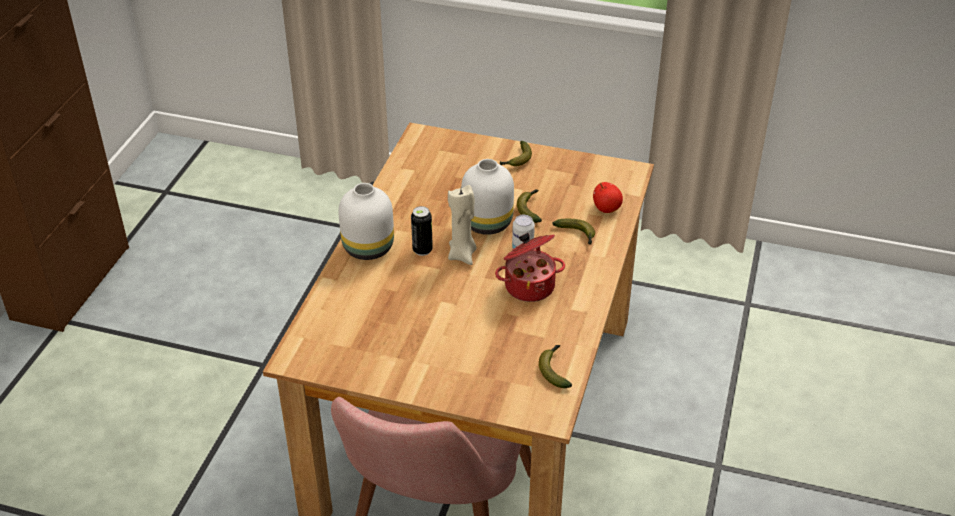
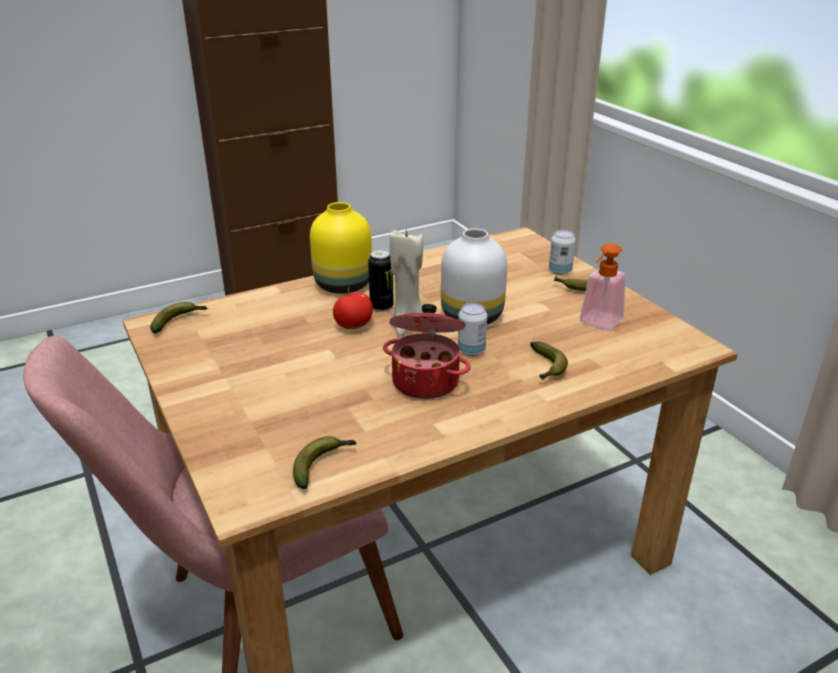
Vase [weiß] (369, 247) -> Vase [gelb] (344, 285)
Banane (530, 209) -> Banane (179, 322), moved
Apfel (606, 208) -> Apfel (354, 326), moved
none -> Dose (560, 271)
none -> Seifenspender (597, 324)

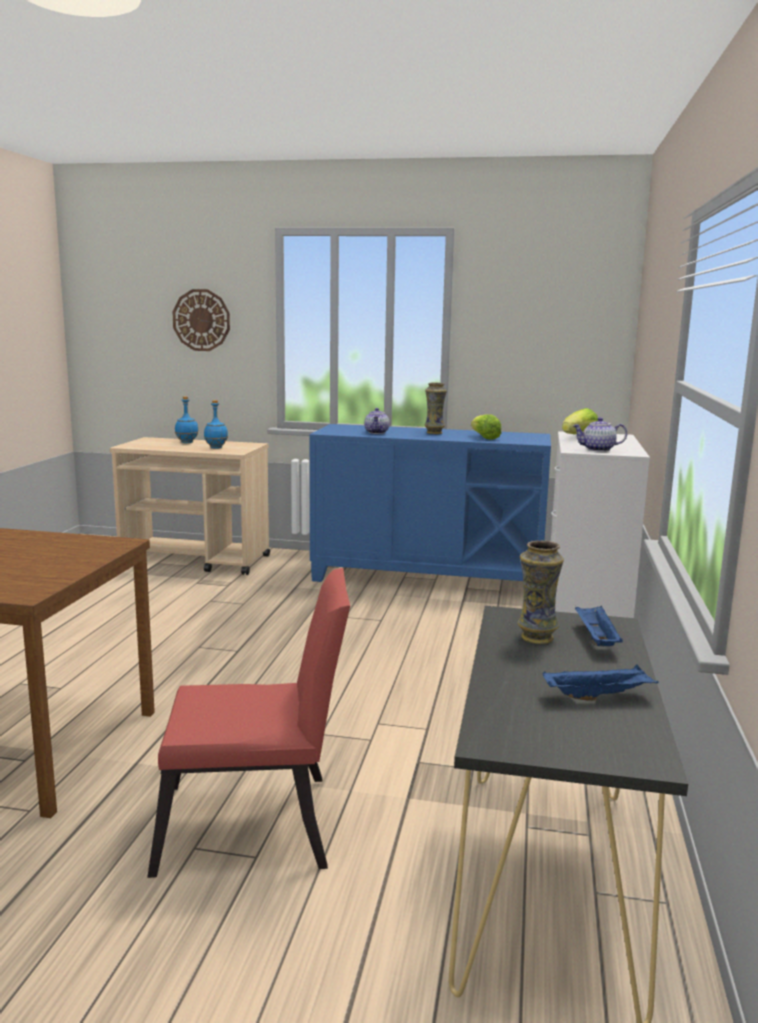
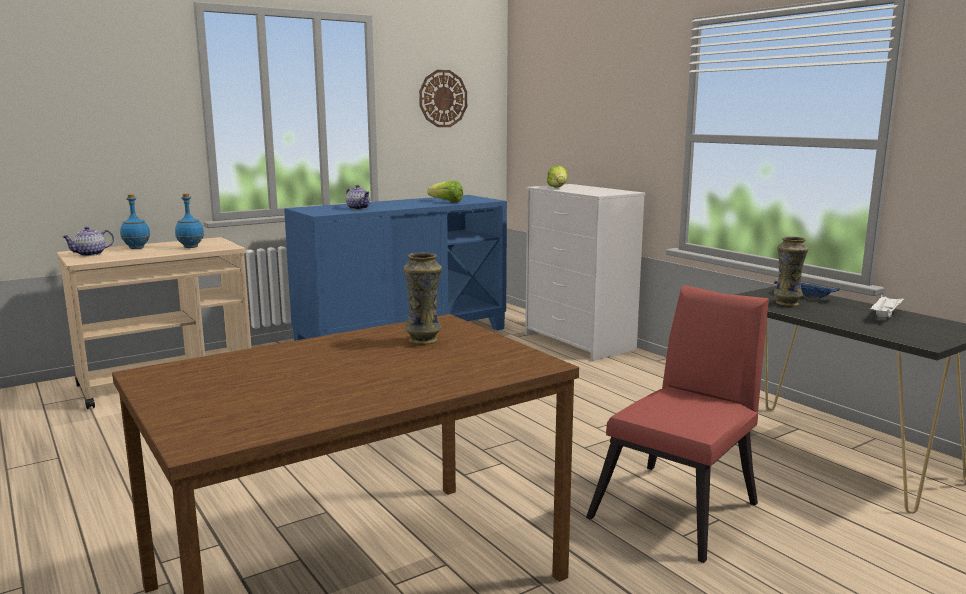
Wanduhr (201, 320) -> Wanduhr (443, 98), moved
Vase (434, 433) -> Vase (424, 340), moved
Tablett [blau] (598, 696) -> Tablett [weiß] (885, 315)
Teekanne (598, 450) -> Teekanne (90, 254), moved

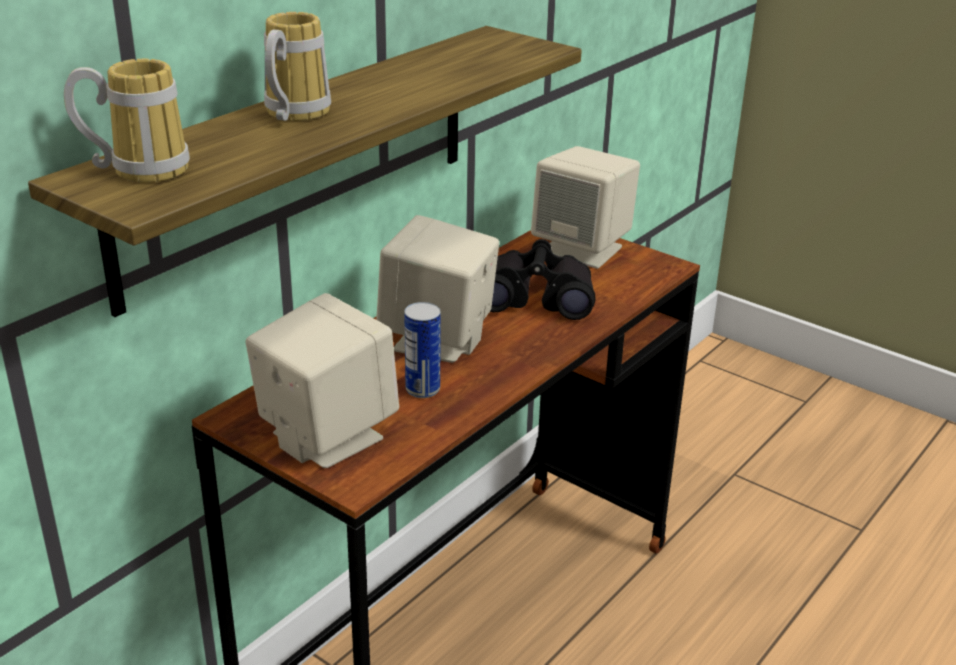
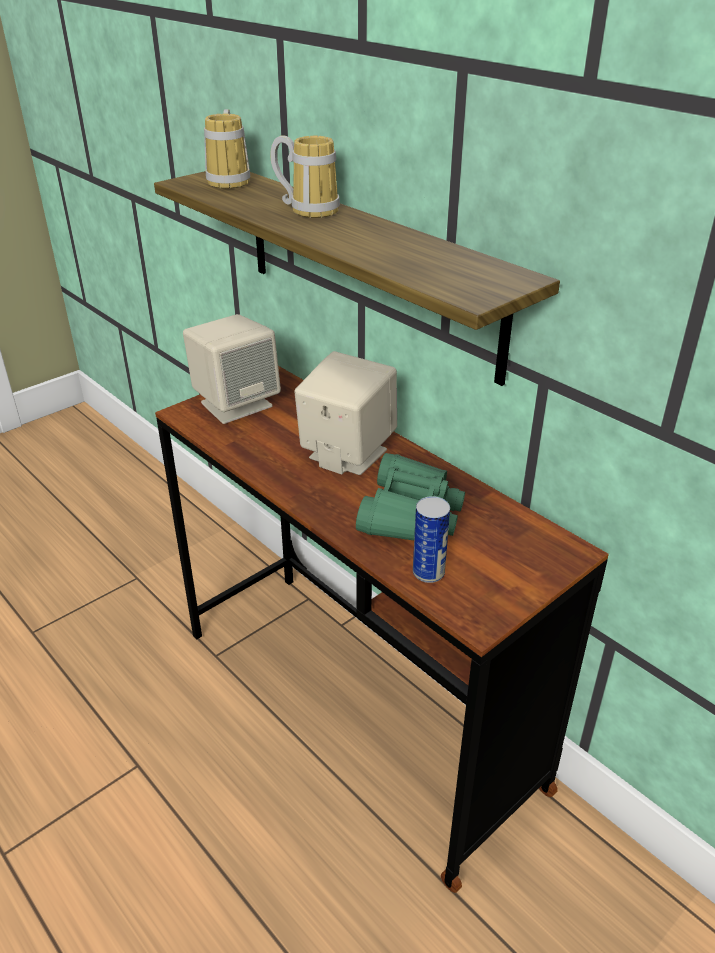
Dose (422, 389) -> Dose (428, 573), moved
Fernglas [schwarz] (537, 298) -> Fernglas [grün] (410, 513)
Lautsprecher [beige] (583, 249) -> none

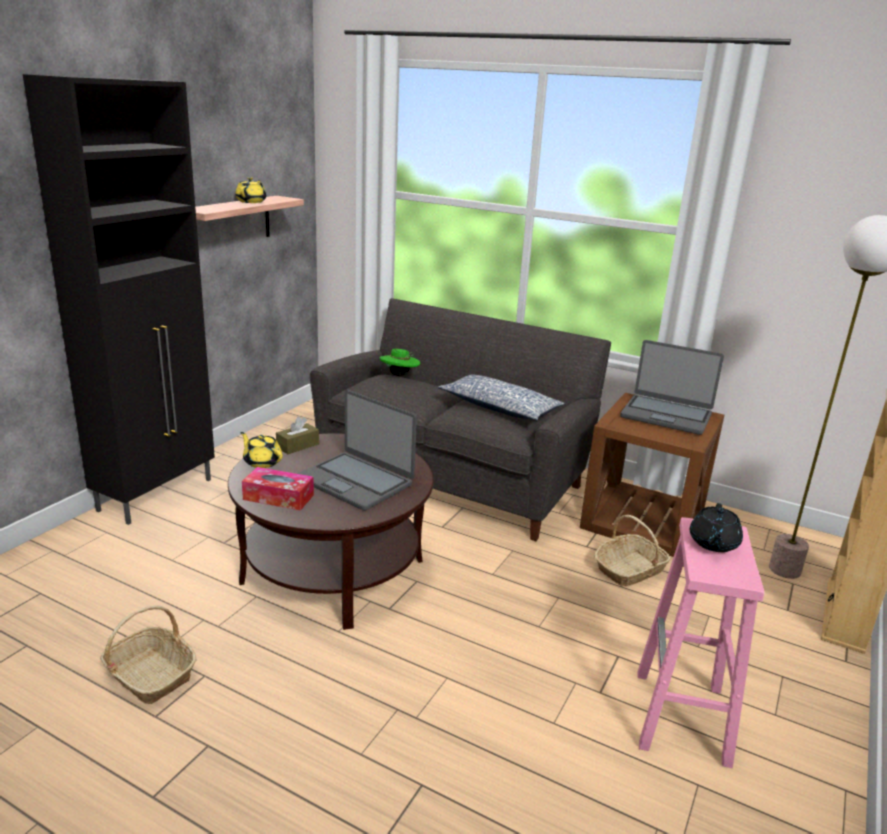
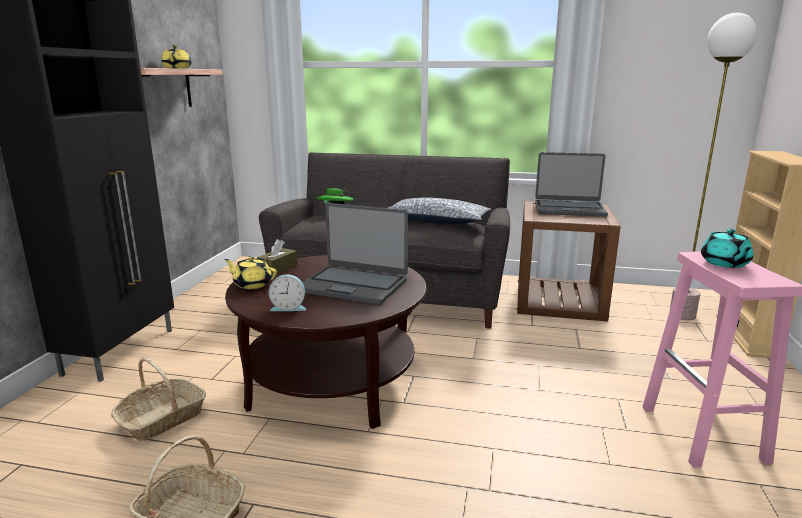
Taschentuchbox (278, 497) -> Wecker (289, 307)
Korb (629, 570) -> Korb (162, 419), moved
Teekanne [schwarz] (713, 543) -> Teekanne [türkis] (725, 263)

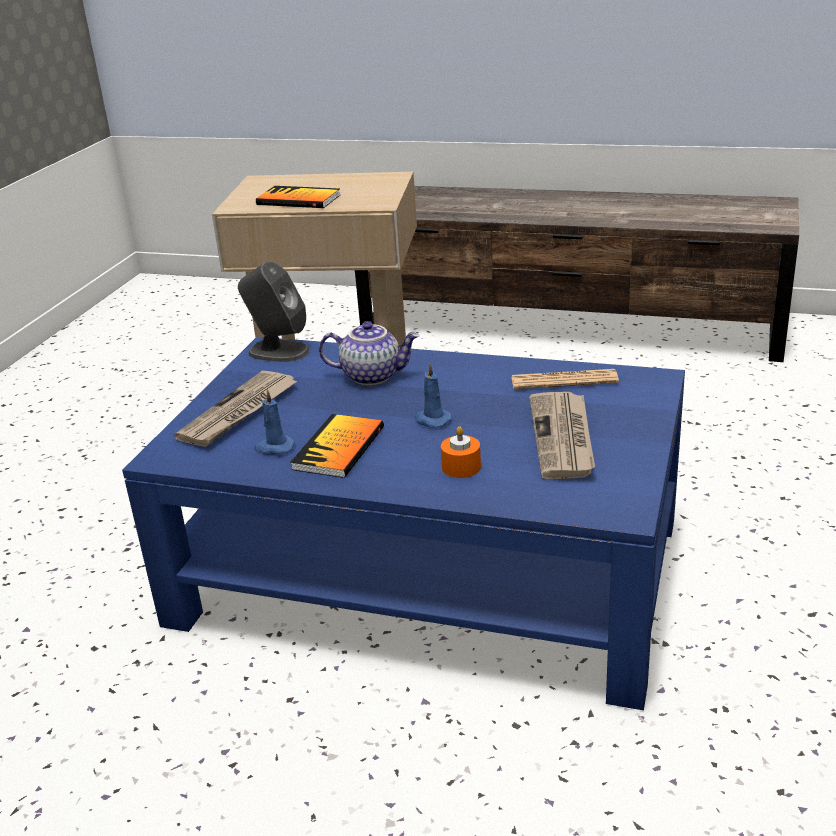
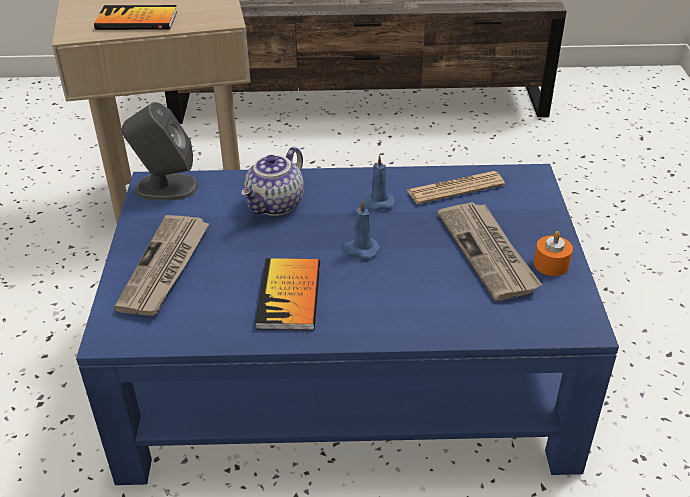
Kerze [blau] (274, 448) -> Kerze [blau] (377, 203), moved
Teekanne (372, 375) -> Teekanne (276, 205), 135 degrees clockwise
Kerze [orange] (461, 467) -> Kerze [orange] (551, 264), moved

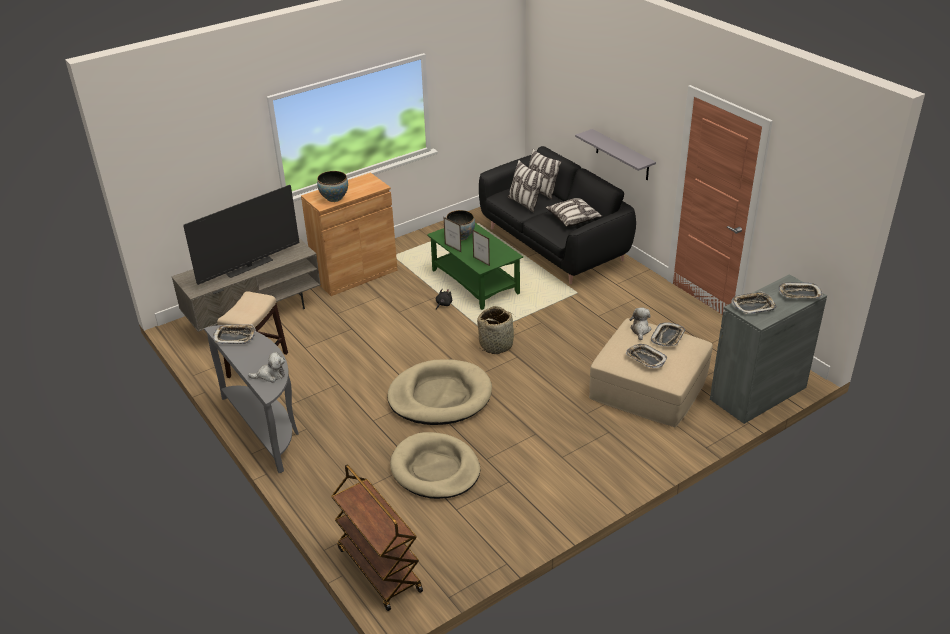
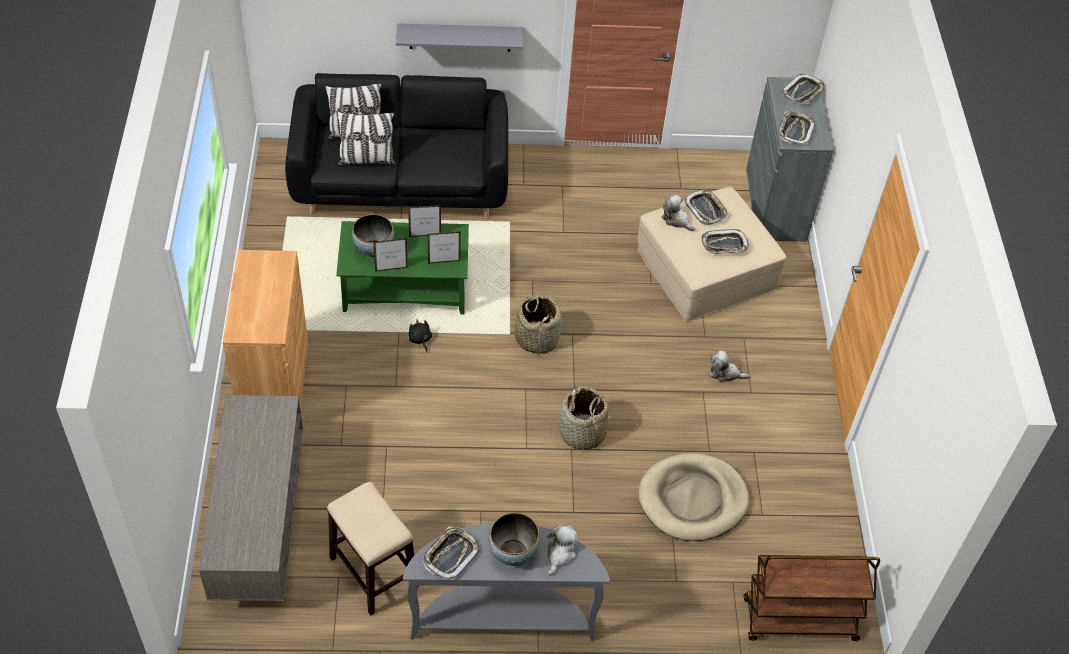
Fernseher (250, 267) -> none
Schüssel (334, 198) -> Schüssel (513, 553), moved
Hundebett [beige] (440, 396) -> Korb (582, 433)
Kissen (573, 218) -> none
none -> Bilderrahmen (425, 236)
none -> Plüschtier (725, 373)

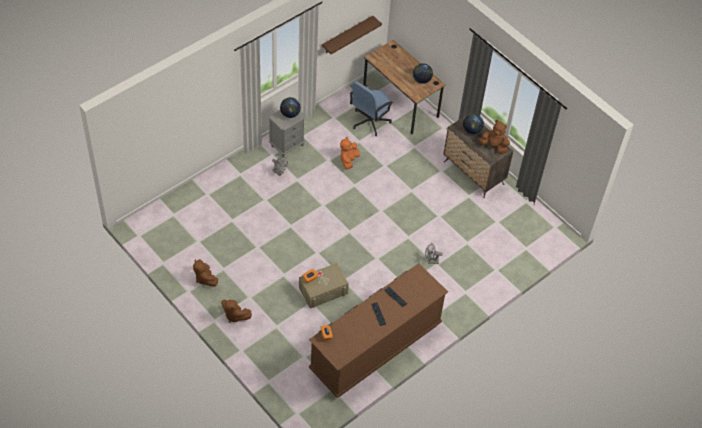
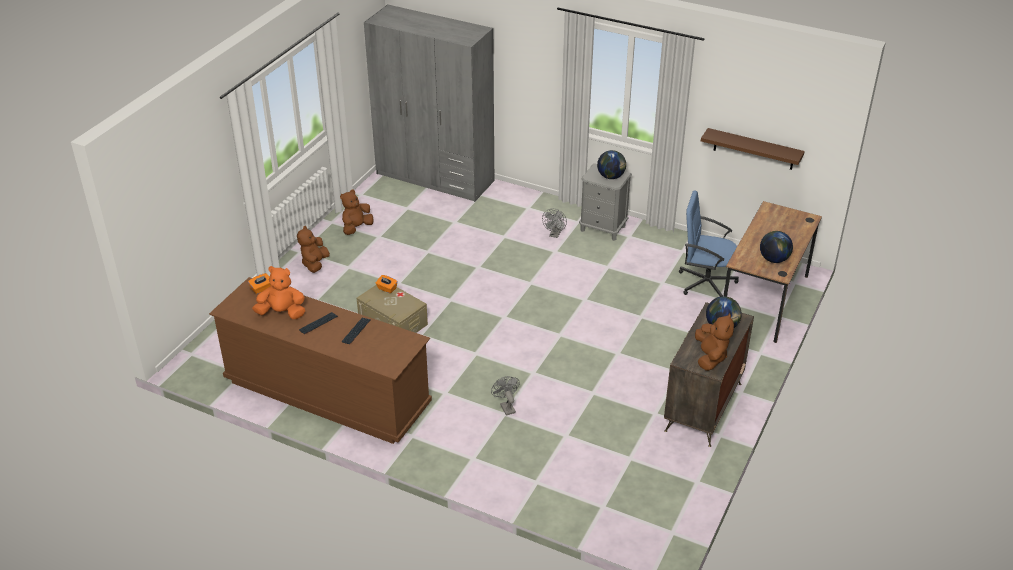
Plüschtier [orange] (348, 160) -> Plüschtier [orange] (282, 313), moved
none -> Kleiderschrank [grau] (435, 177)

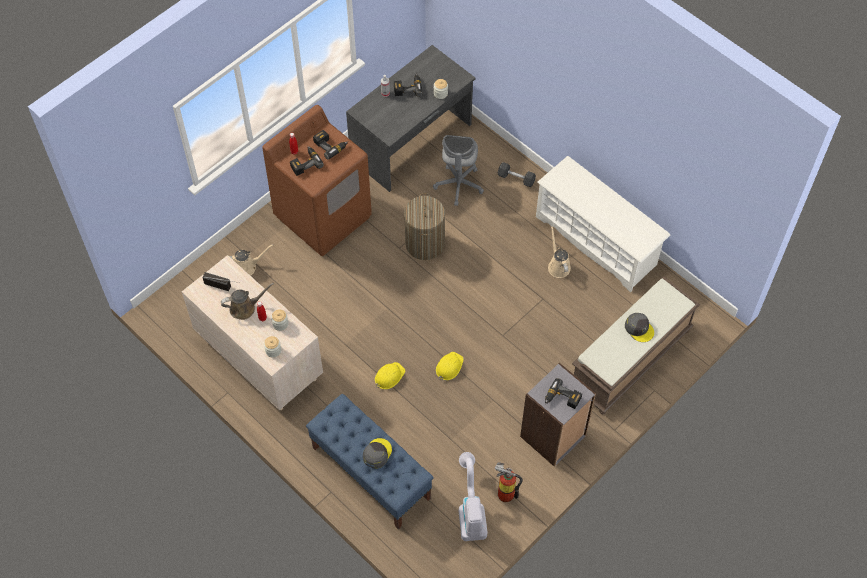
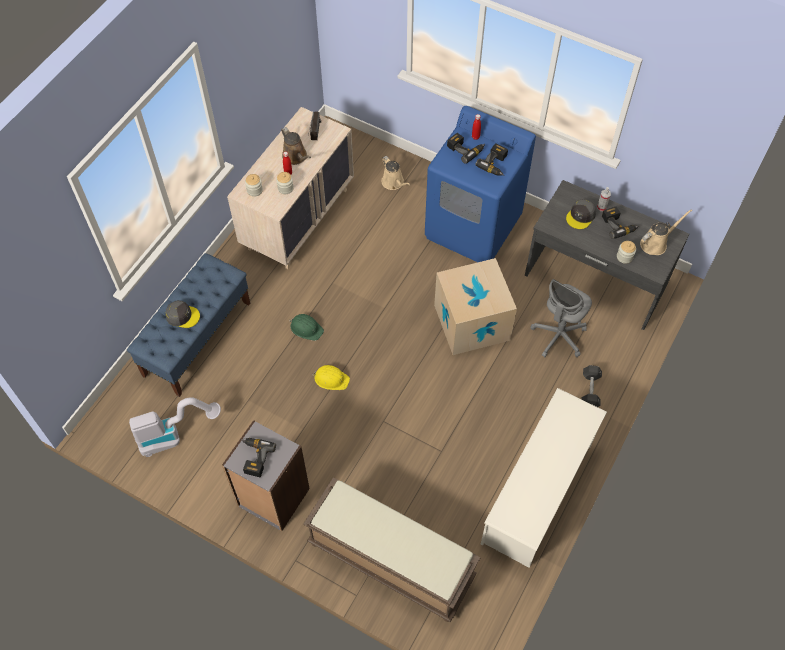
Waschmaschine [braun] (323, 216) -> Waschmaschine [blau] (473, 227)
Schutzhelm [gelb] (389, 376) -> Schutzhelm [grün] (306, 328)
Wäschekorb (425, 244) -> Karton (471, 322)
Bürostuhl [grau] (459, 185) -> Bürostuhl [grau] (558, 336), 45 degrees counterclockwise
Feuerlöscher (504, 492) -> none
Gießkanne [beige] (558, 266) -> Gießkanne [beige] (656, 243), moved
Kappe [grau] (639, 328) -> Kappe [grau] (581, 216), moved

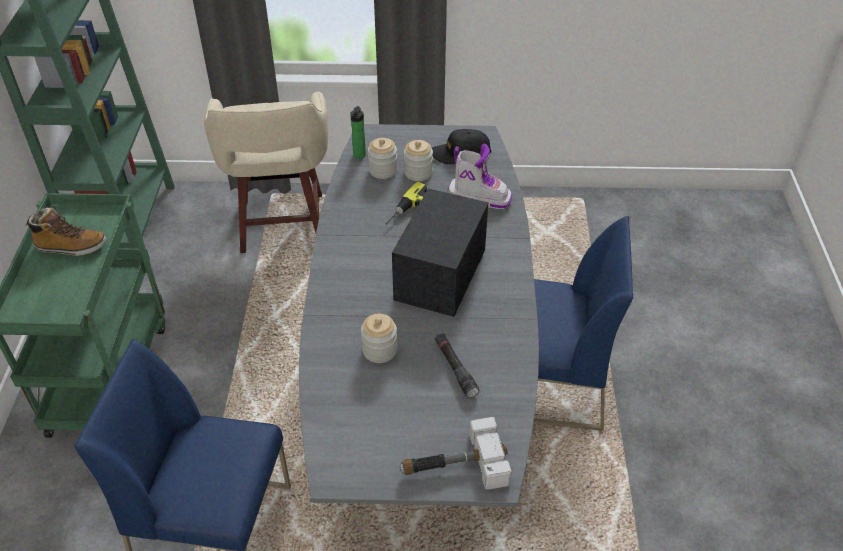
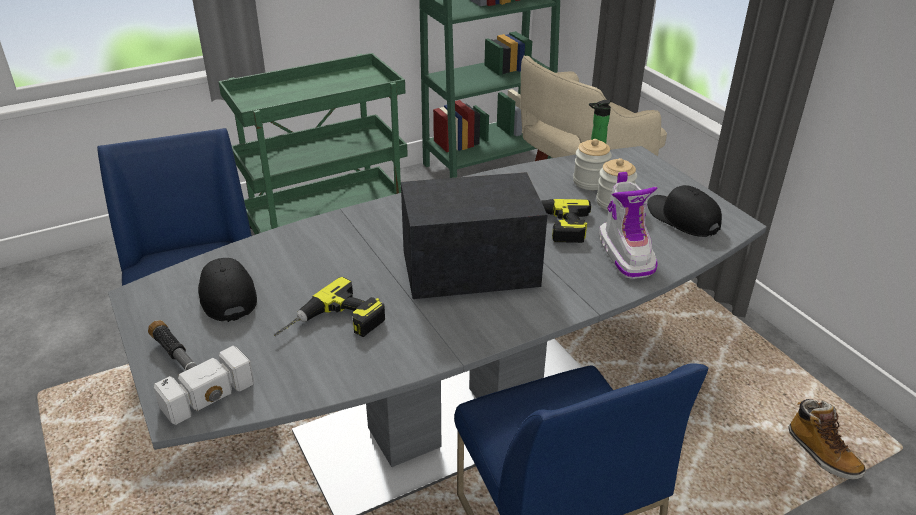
Stiefel (71, 247) -> Stiefel (822, 454), moved
Vorratsglas (379, 350) -> none
Taschenlampe [schwarz] (455, 368) -> Bohrmaschine (333, 326)
none -> Kappe [schwarz] (226, 295)

